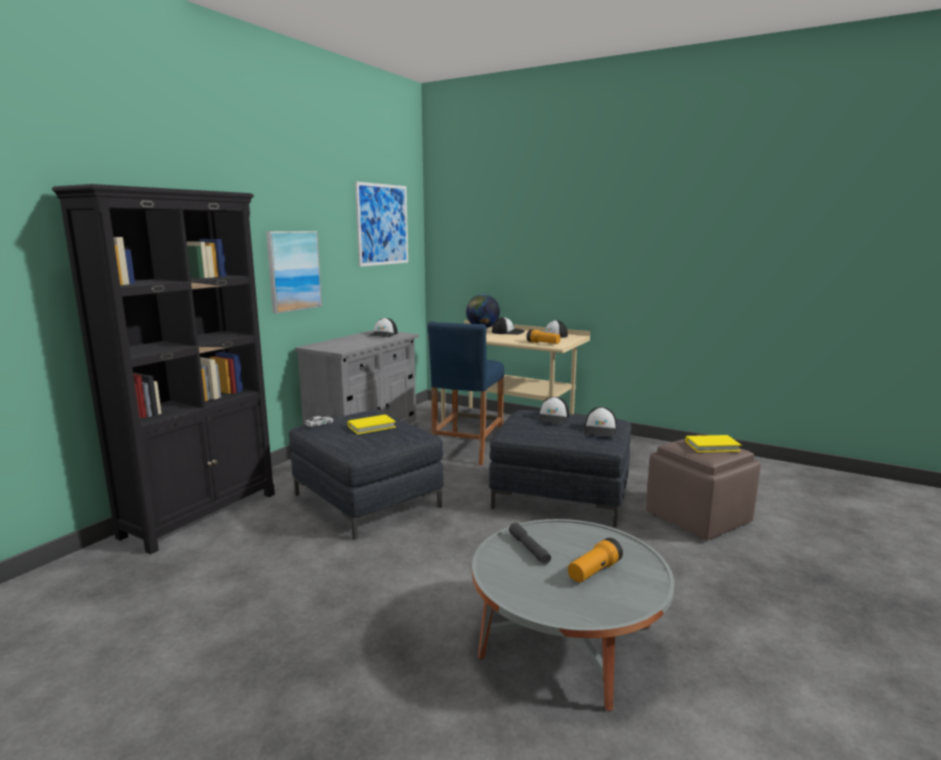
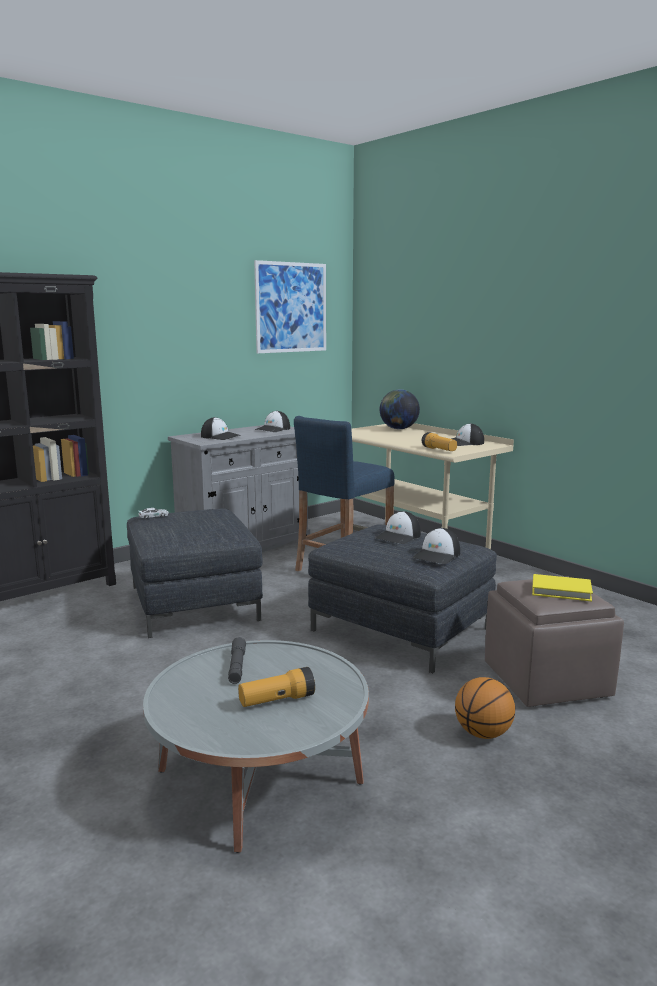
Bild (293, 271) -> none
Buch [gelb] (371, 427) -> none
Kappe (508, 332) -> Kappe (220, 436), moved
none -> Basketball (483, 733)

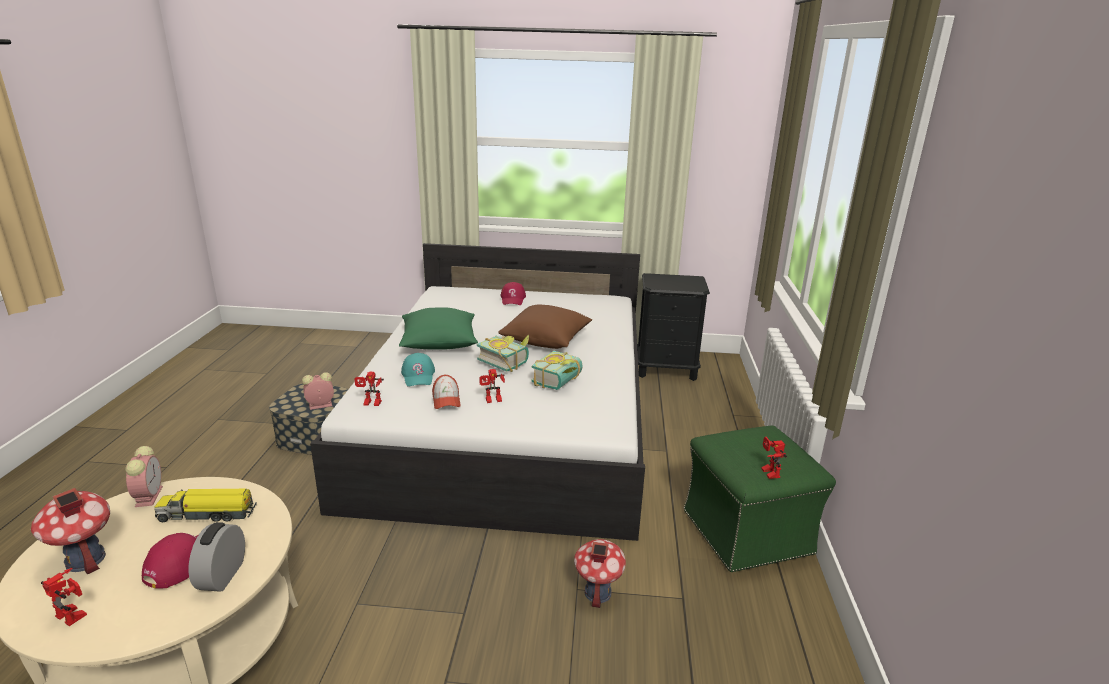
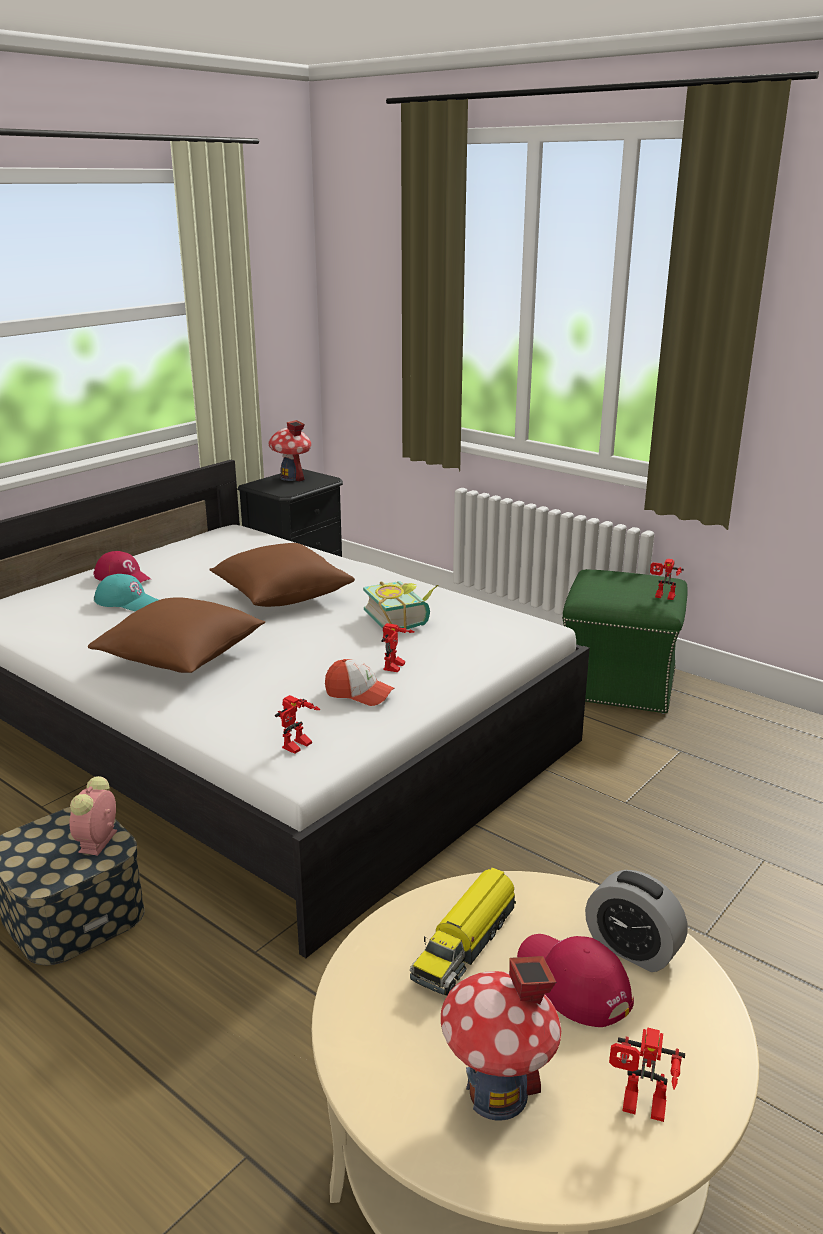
Spielzeugroboter (76, 614) -> Spielzeugroboter (640, 1108), 135 degrees counterclockwise
Wecker (149, 495) -> none
Kissen [grün] (439, 344) -> Kissen [braun] (182, 658)
Kappe [türkis] (418, 375) -> Kappe [türkis] (127, 601), moved
Buch (506, 361) -> none
Spielzeughaus (597, 593) -> Spielzeughaus (291, 477), moved

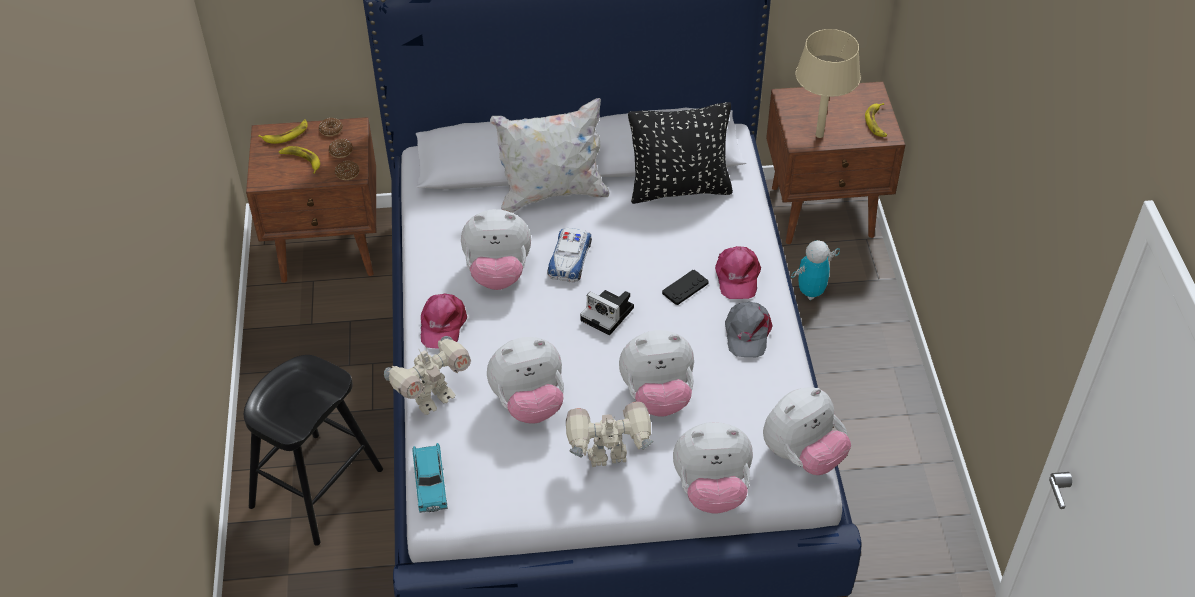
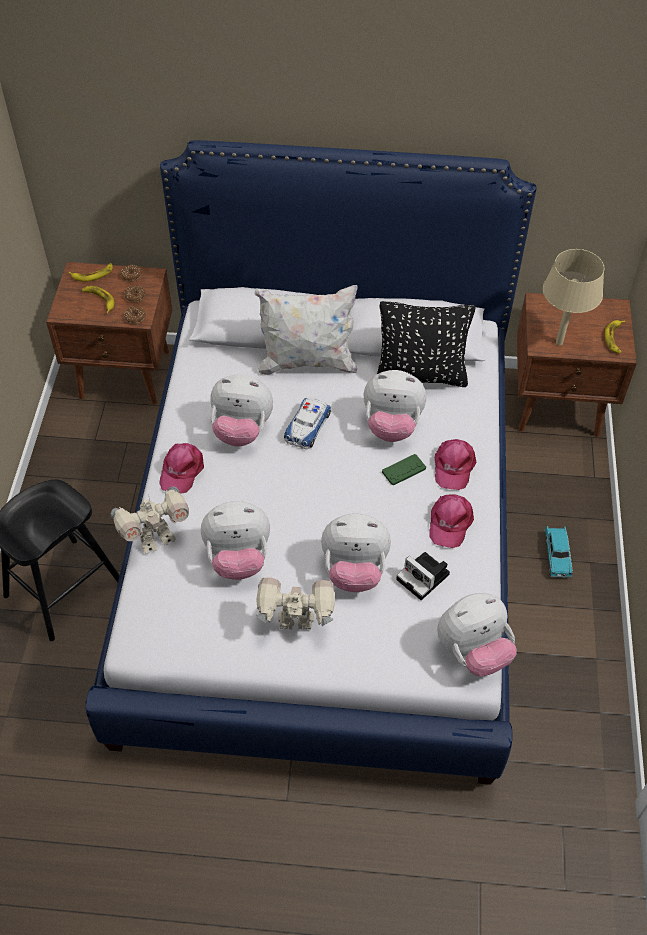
Spielzeugauto [türkis] (430, 483) -> Spielzeugauto [türkis] (556, 556), moved
Kamera (609, 314) -> Kamera (424, 578), moved
Gamepad [schwarz] (685, 288) -> Gamepad [grün] (404, 470)
Plüschtier (711, 490) -> Plüschtier (392, 426), moved
Kappe [grau] (747, 333) -> Kappe [rosa] (449, 522)
Spielzeugroboter (811, 292) -> none

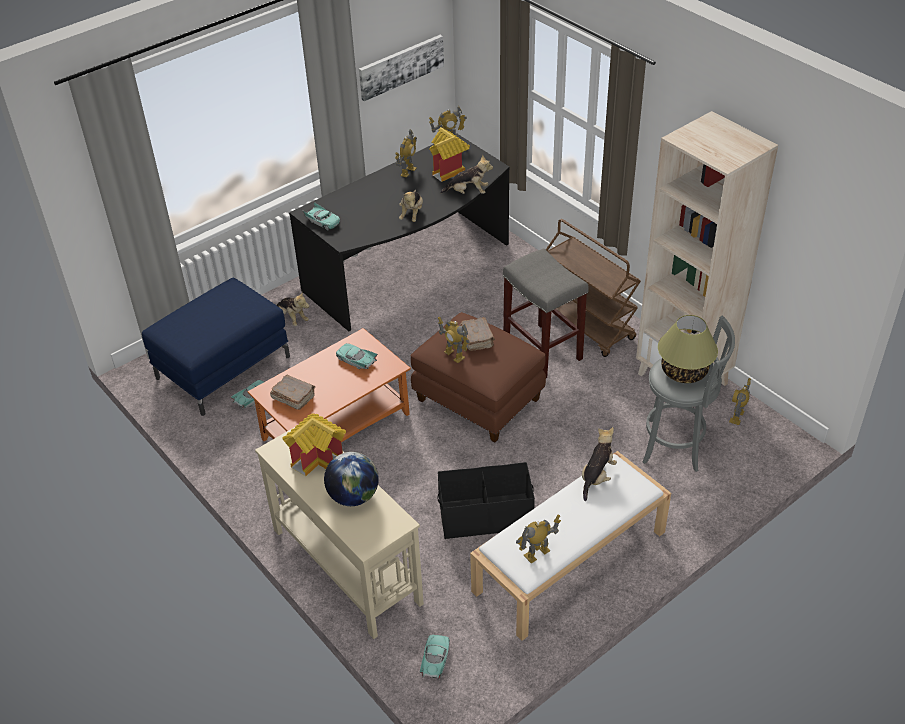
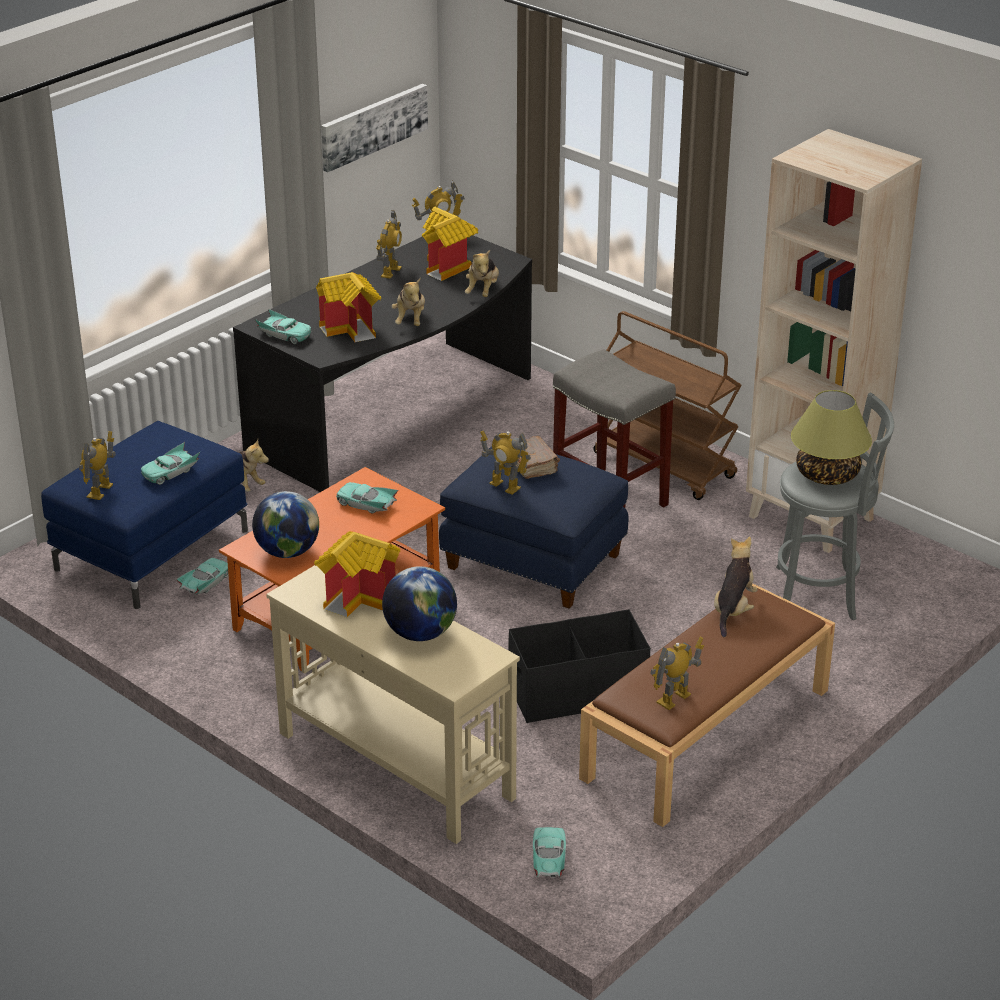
Buch [braun] (293, 397) -> Globus (287, 552)
Polsterhocker [braun] (479, 399) -> Polsterhocker [blau] (535, 560)
Plüschtier (468, 192) -> Plüschtier (482, 291), 105 degrees clockwise
Bank [weiß] (569, 562) -> Bank [braun] (706, 735)
Spielzeugroboter (737, 417) -> Spielzeugroboter (100, 491), moved
none -> Spielzeugauto [türkis] (170, 472)
none -> Spielzeughaus (352, 329)

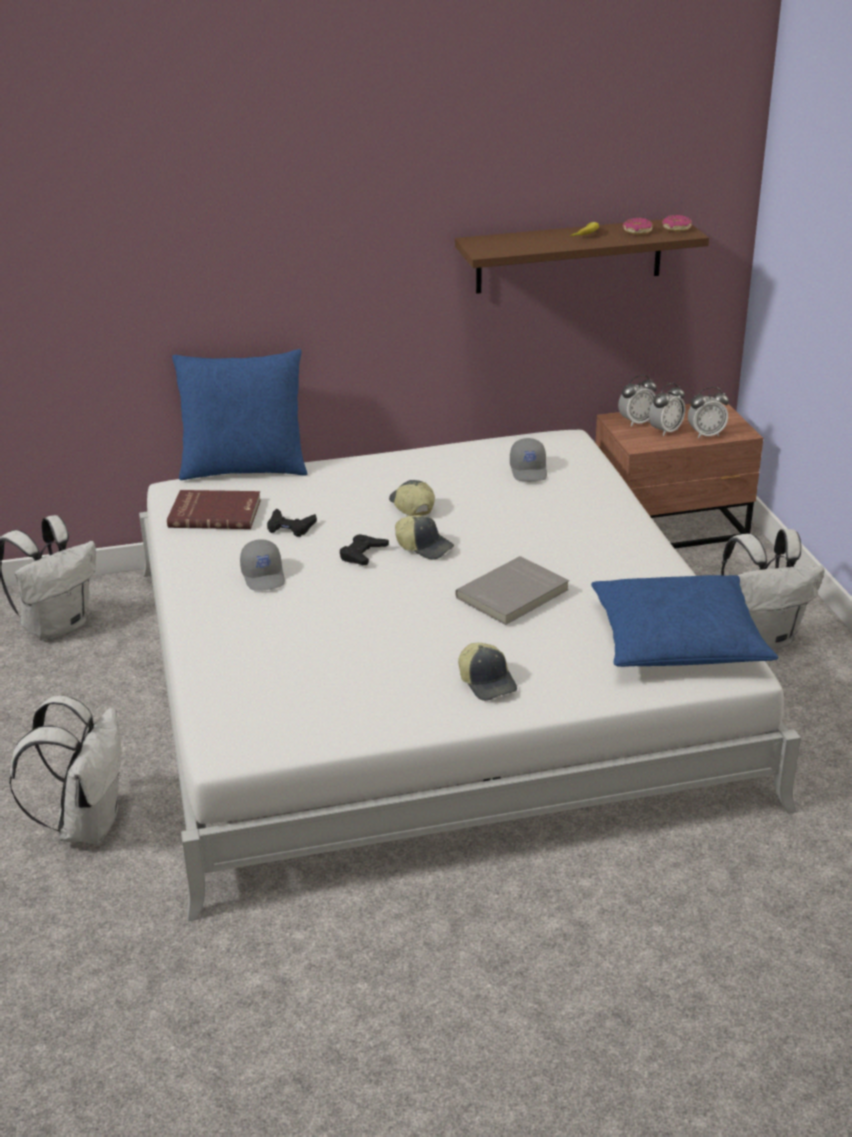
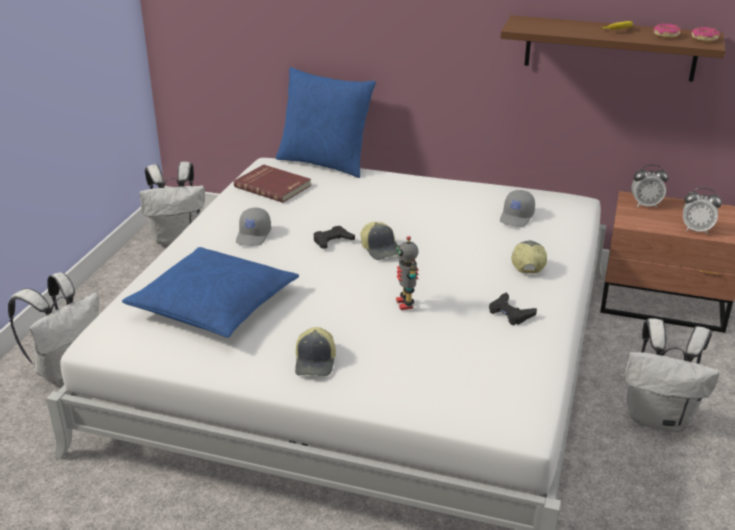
Gamepad [schwarz] (290, 527) -> Gamepad [schwarz] (510, 313), moved
Kappe (411, 506) -> Kappe (527, 263), moved
Buch [grau] (514, 594) -> Spielzeugroboter (406, 304)
Kissen [blau] (677, 639) -> Kissen [blau] (214, 305), moved
Wecker (665, 431) -> none

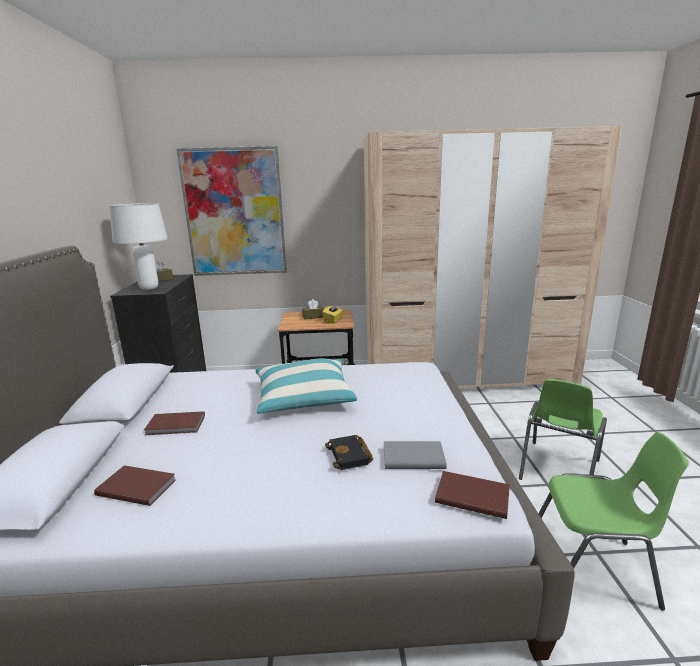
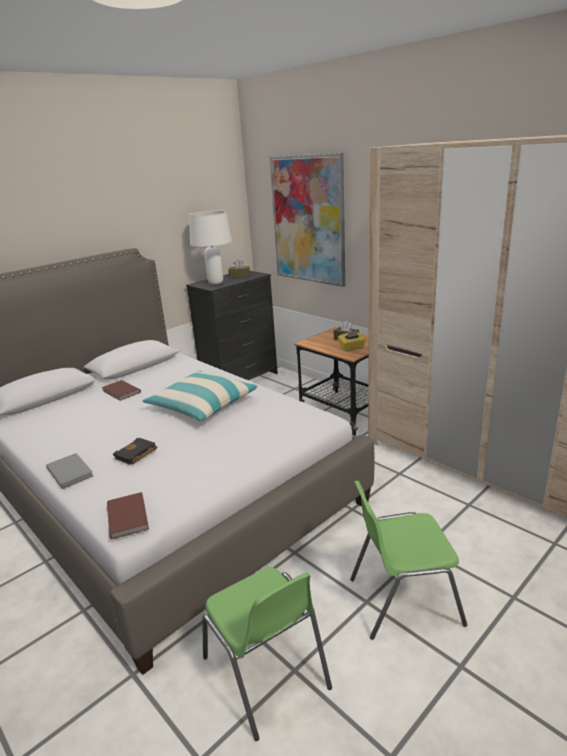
Buch [braun] (137, 486) -> none
Buch [grau] (412, 457) -> Buch [grau] (71, 471), moved

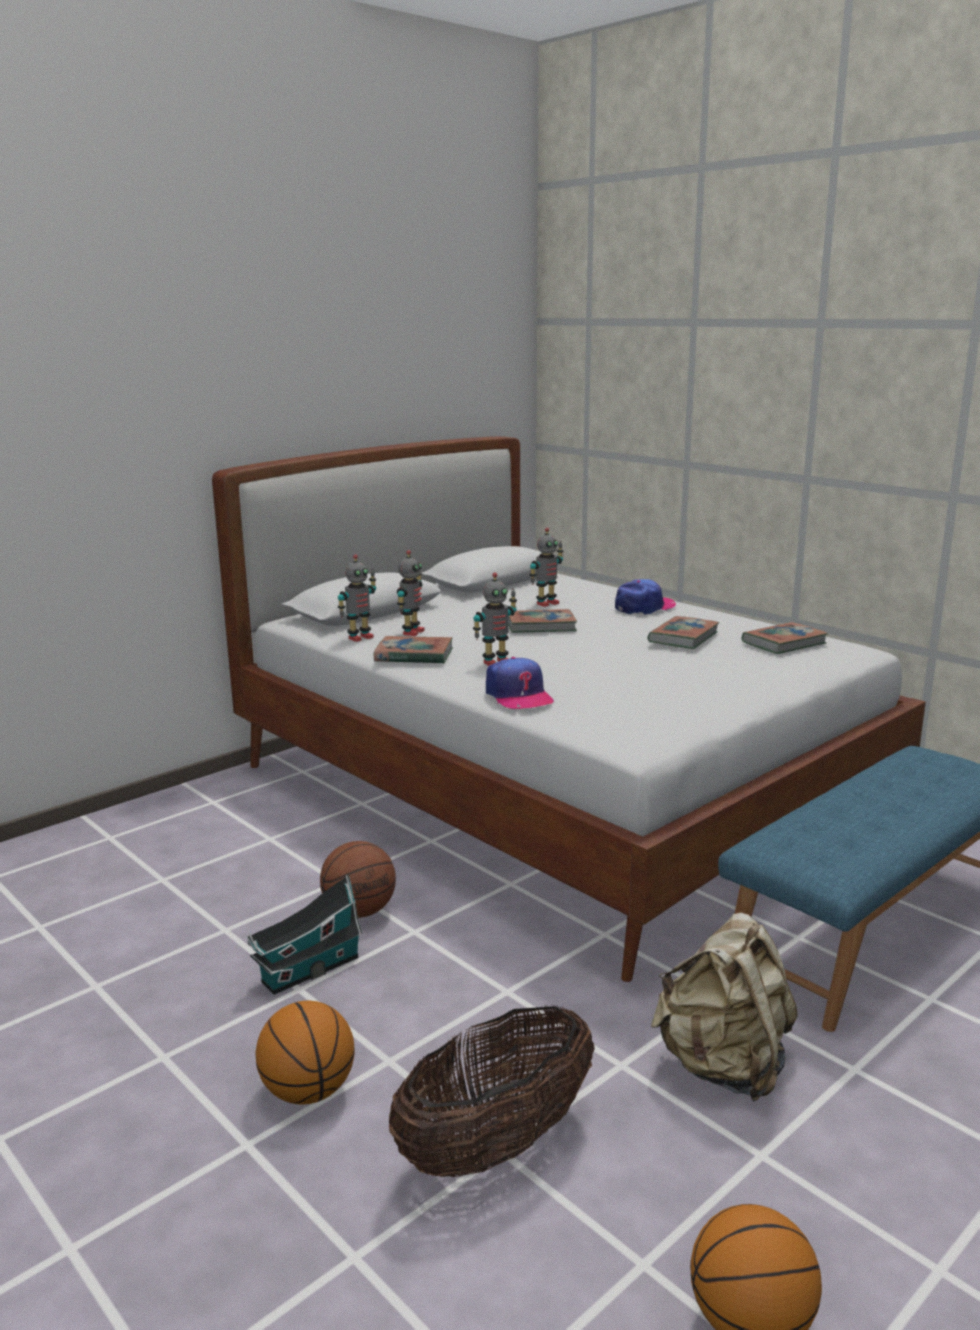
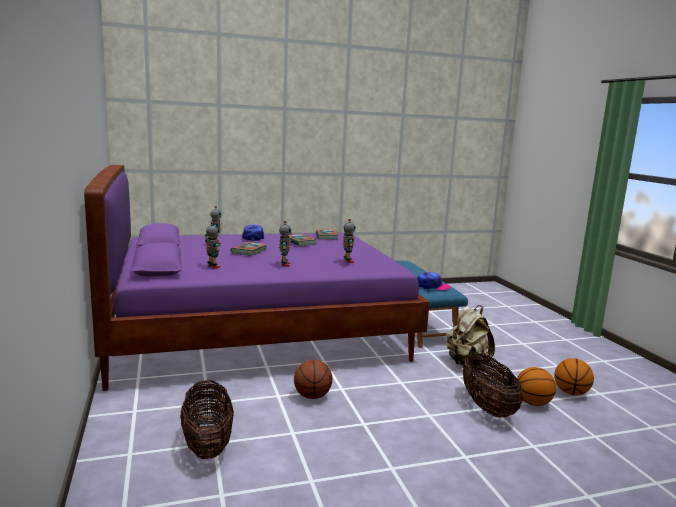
Bett [weiß] (554, 791) -> Bett [lila] (256, 332)
Spielzeughaus (307, 971) -> none
Basketball (308, 1091) -> Basketball (532, 403), moved
Spielzeugroboter (359, 637) -> Spielzeugroboter (347, 261), moved
Buch (414, 655) -> none
Kappe (518, 695) -> Kappe (432, 286), moved
none -> Korb (207, 444)

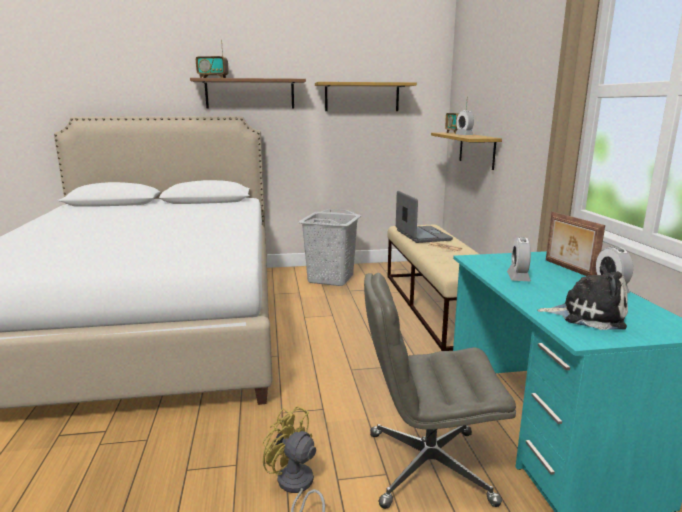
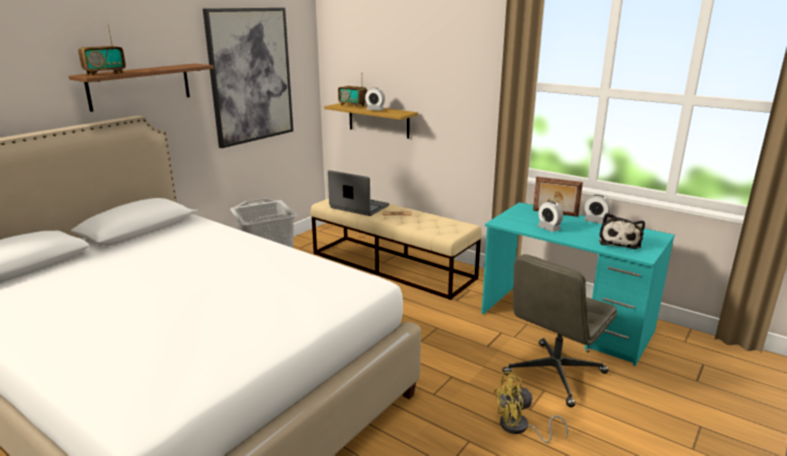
Wandregal (362, 97) -> Bild (251, 76)
Plüschtier (587, 315) -> Plüschtier (619, 242), 135 degrees clockwise

